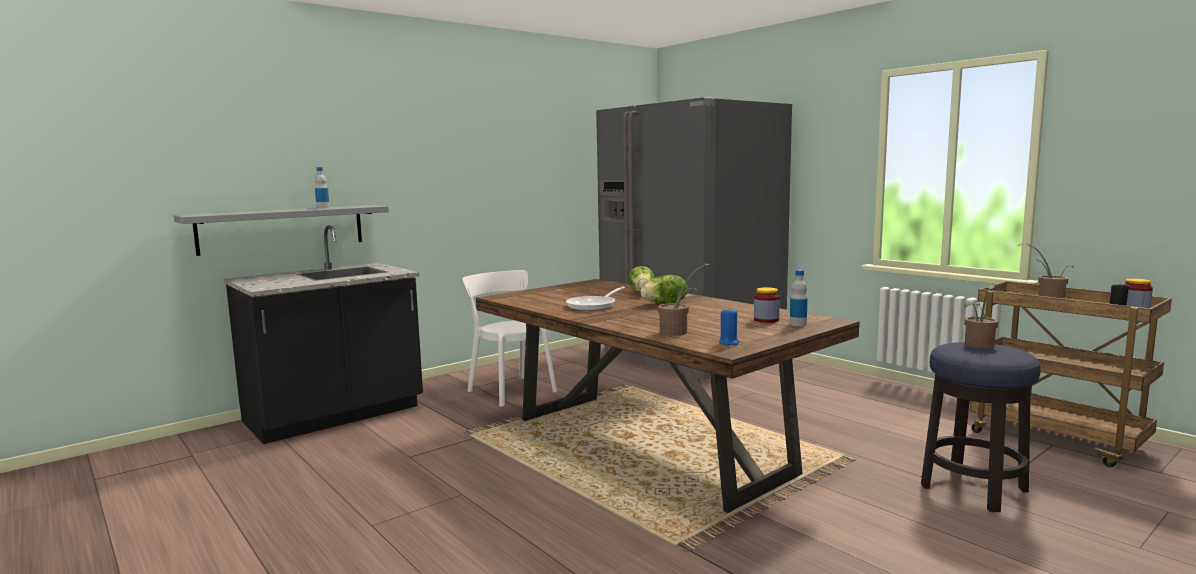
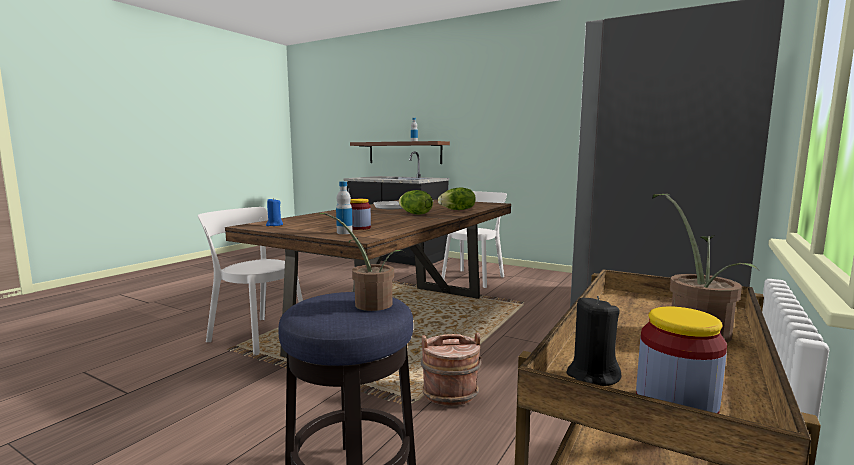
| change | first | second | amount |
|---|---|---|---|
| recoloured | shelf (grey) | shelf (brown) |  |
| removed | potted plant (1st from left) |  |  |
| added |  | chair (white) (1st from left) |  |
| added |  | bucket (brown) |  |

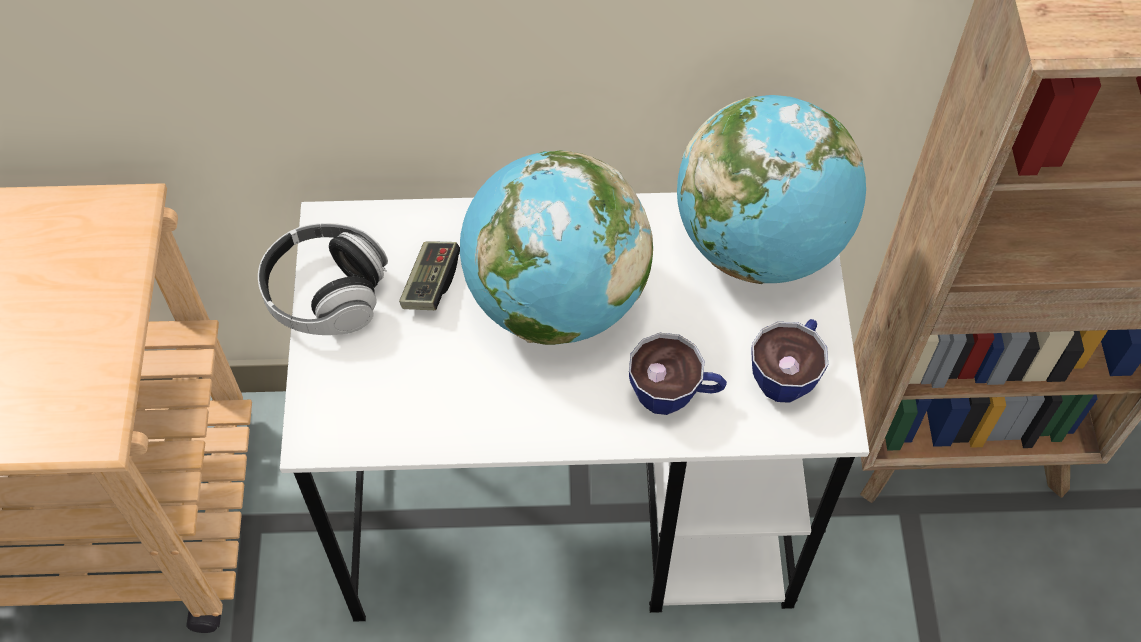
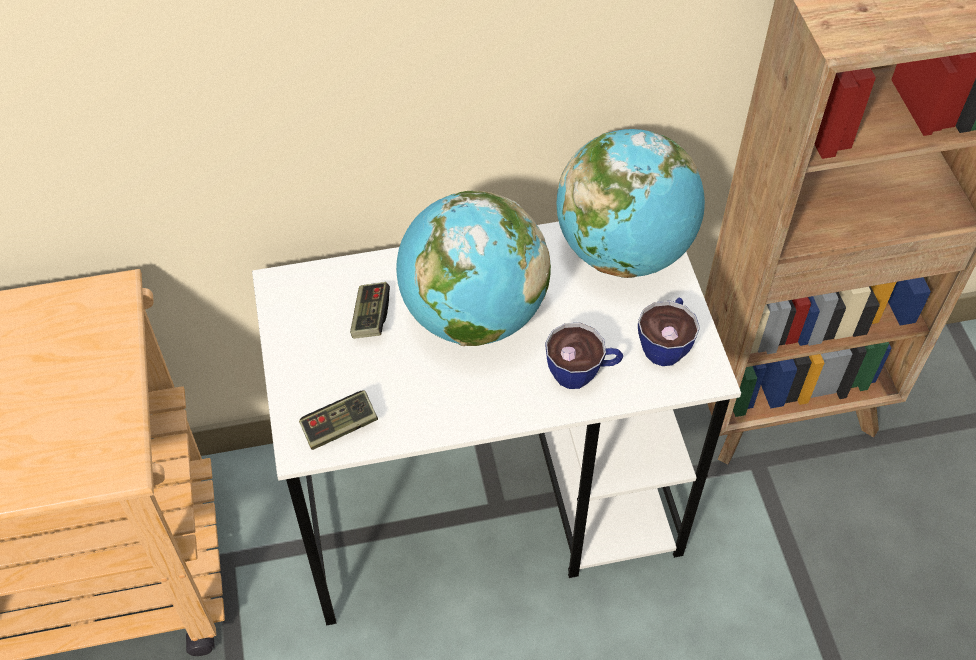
| change | first | second | amount |
|---|---|---|---|
| removed | headphones |  |  |
| added |  | game controller (1st from left) |  |

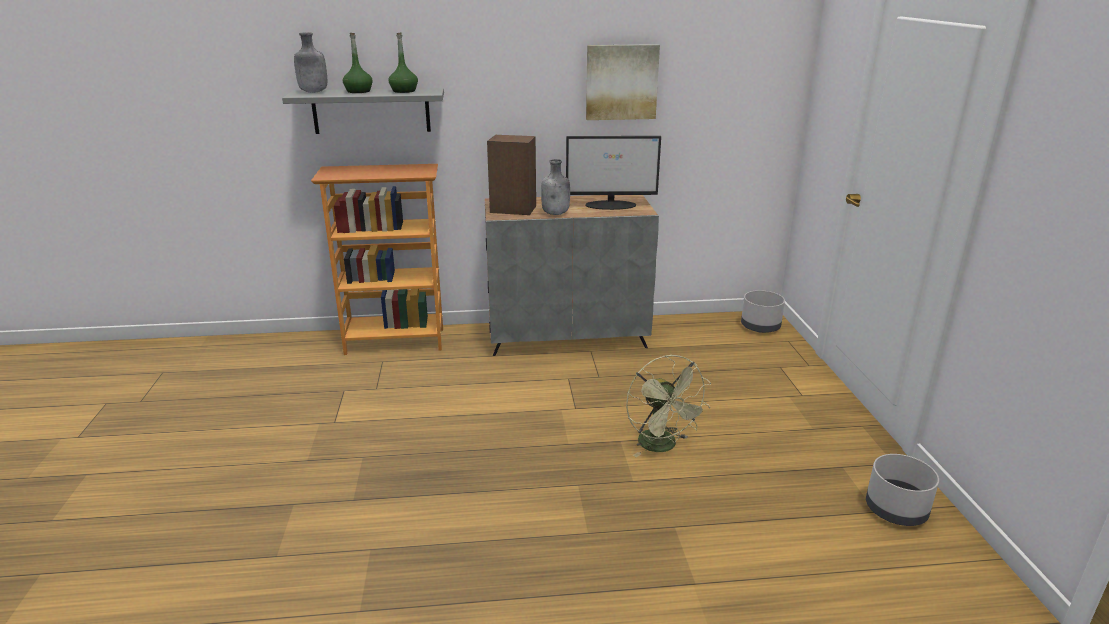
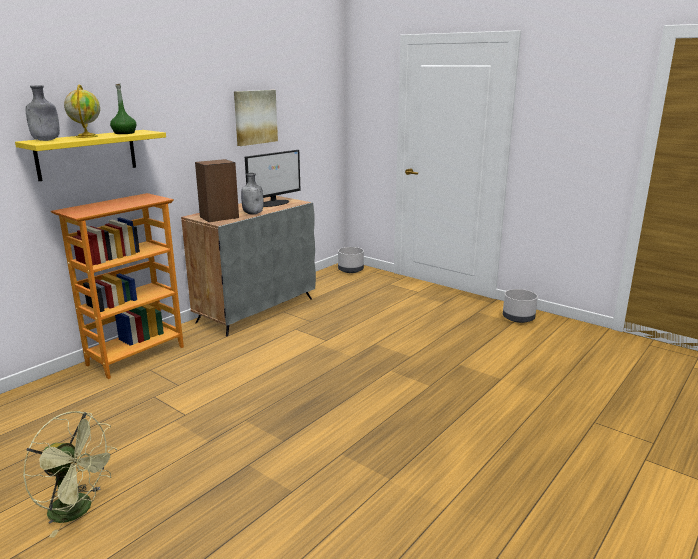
| change | first | second | amount |
|---|---|---|---|
| recoloured | shelf (grey) | shelf (yellow) |  |
| replaced | bottle (green) (1st from left) | globe |  |
| moved | fan (green) |  |  |

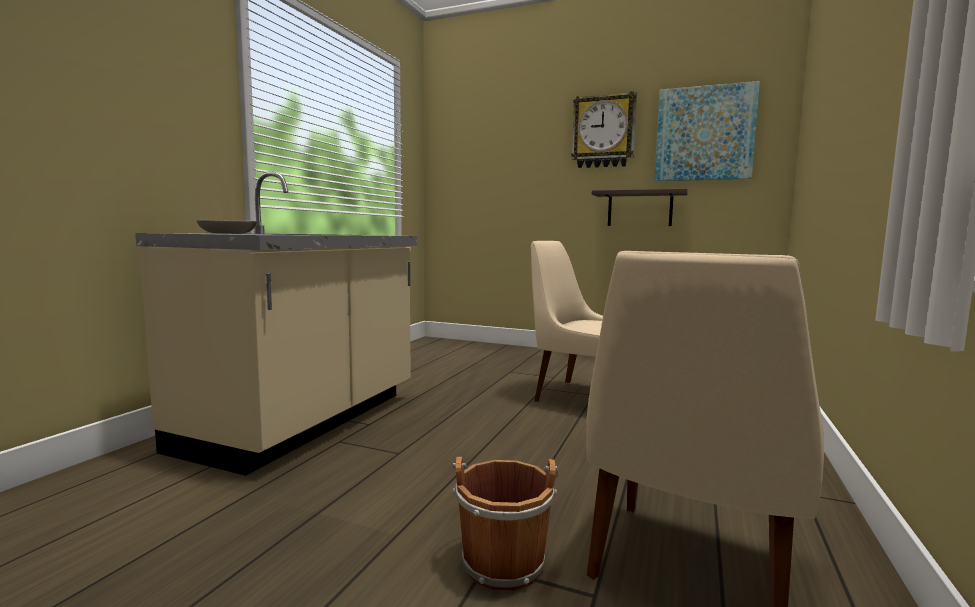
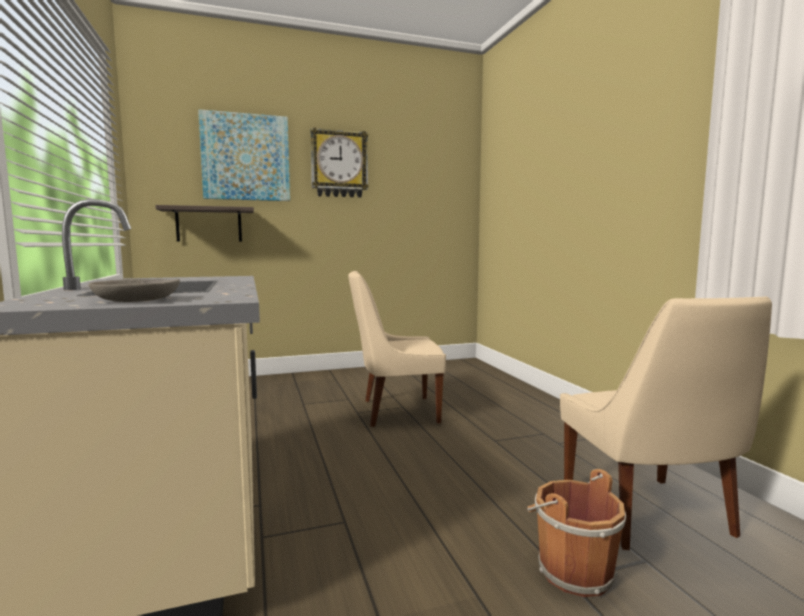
| change | first | second | amount |
|---|---|---|---|
| moved | shelf |  |  |
| moved | picture |  |  |

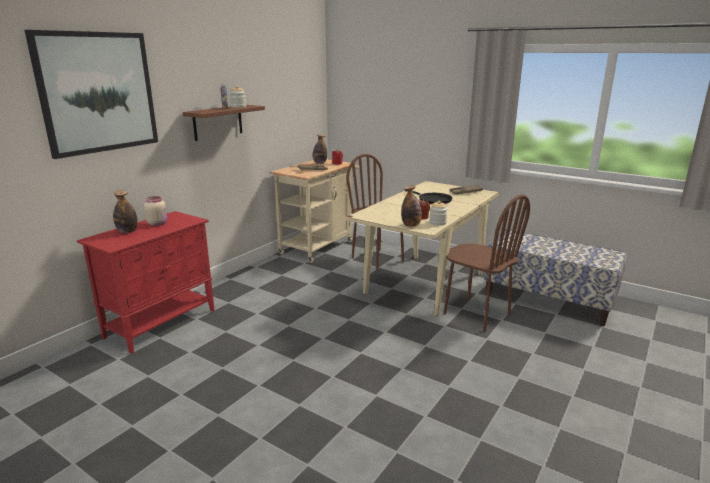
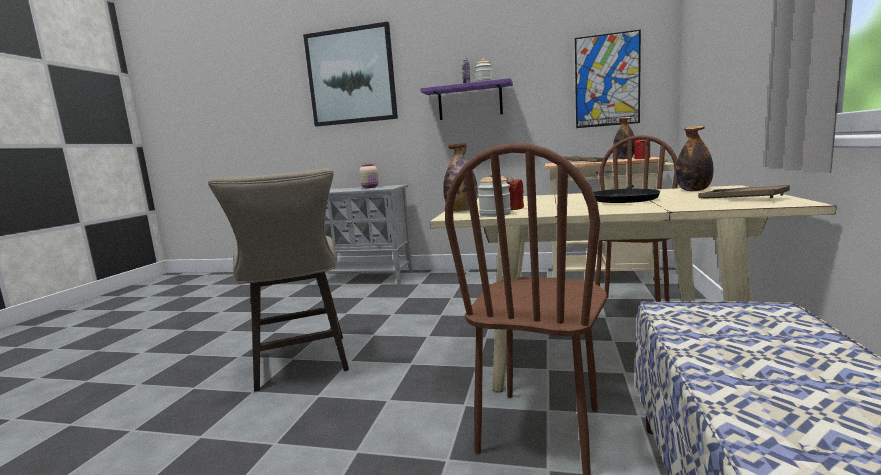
| change | first | second | amount |
|---|---|---|---|
| recoloured | cabinet (red) | cabinet (grey) |  |
| moved | bottle (1st from left in the first image) | bottle (4th from left) |  |
| recoloured | shelf (brown) | shelf (purple) |  |
| added |  | stool (beige) |  |
| added |  | picture (2nd from left) |  |

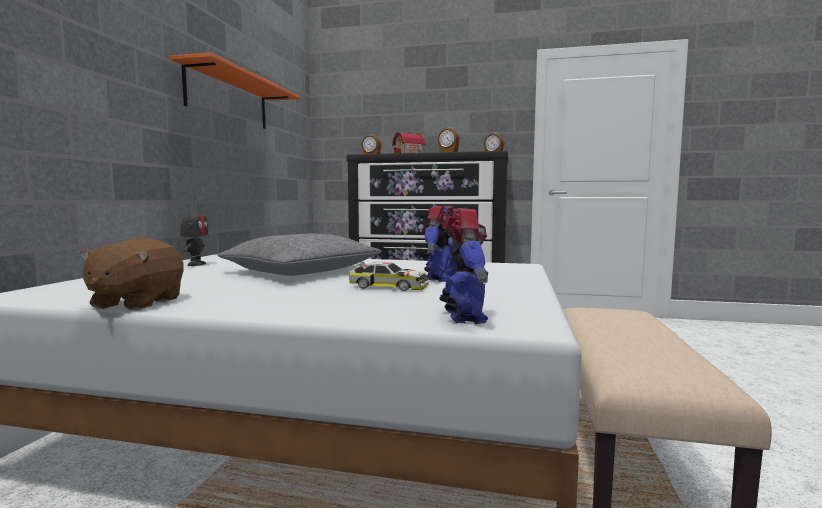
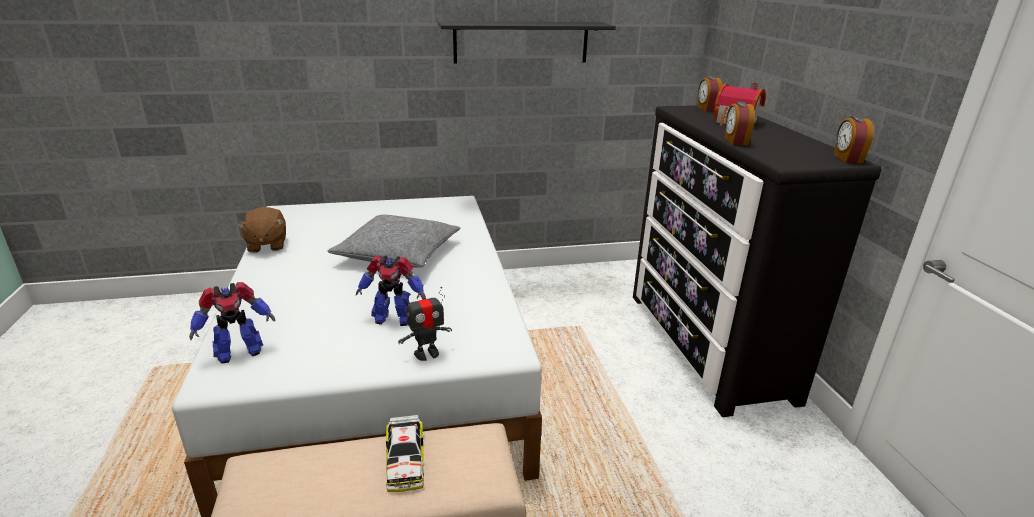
| change | first | second | amount |
|---|---|---|---|
| turned | plush toy (brown) |  | 90 degrees counterclockwise |
| recoloured | shelf (orange) | shelf (black) |  |
| moved | toy robot (1st from left in the first image) | toy robot (3rd from left) |  |
| moved | toy car |  |  |

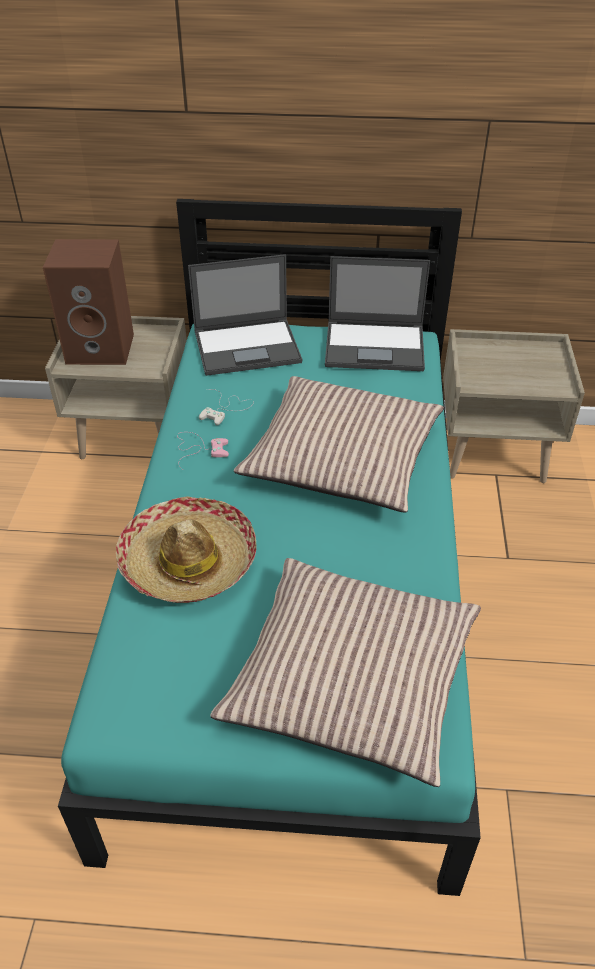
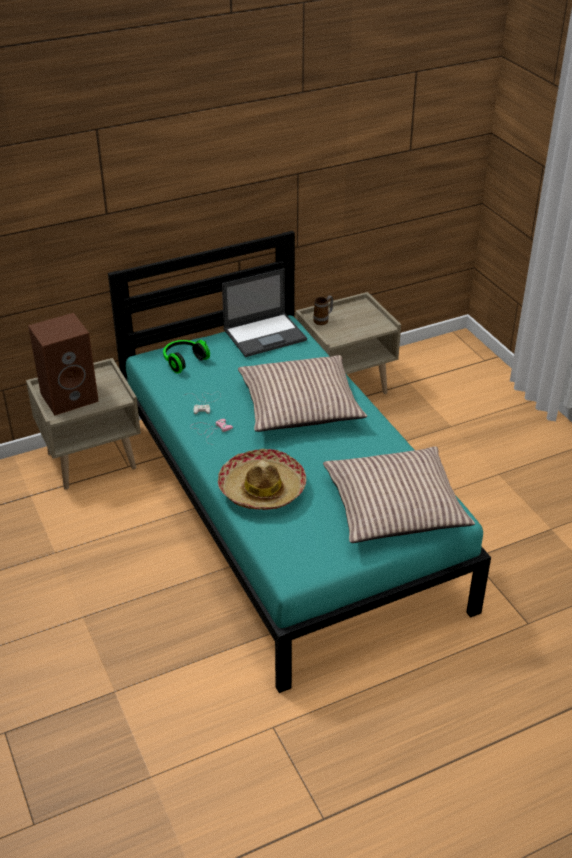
| change | first | second | amount |
|---|---|---|---|
| replaced | laptop (1st from left) | headphones |  |
| added |  | mug |  |

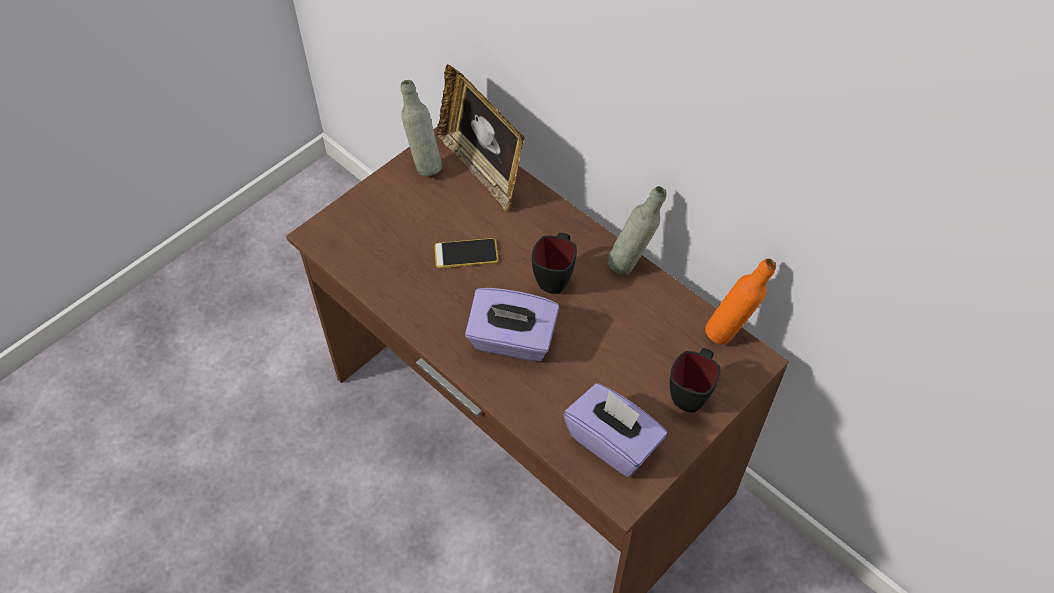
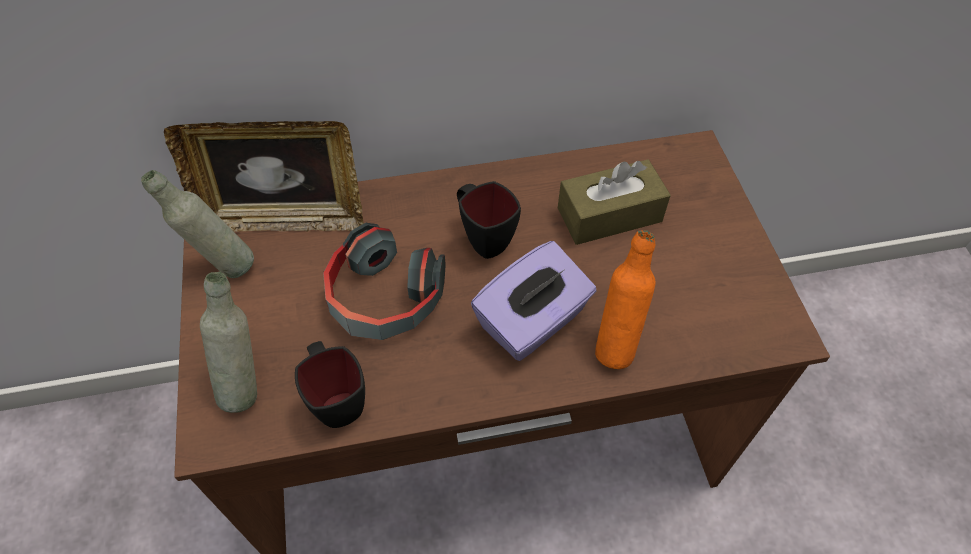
| change | first | second | amount |
|---|---|---|---|
| replaced | phone | headphones |  |
| removed | tissue box (purple) (2nd from left) |  |  |
| moved | bottle (grey) (2nd from left) |  |  |
| moved | mug (black) (2nd from left in the first image) | mug (black) (1st from left) |  |
| moved | bottle (orange) |  |  |
| added |  | tissue box (brown) |  |

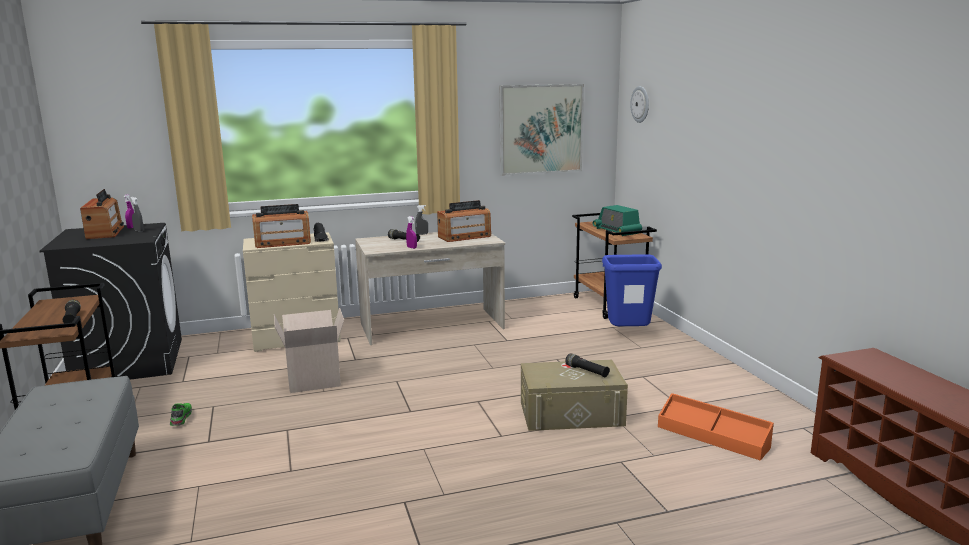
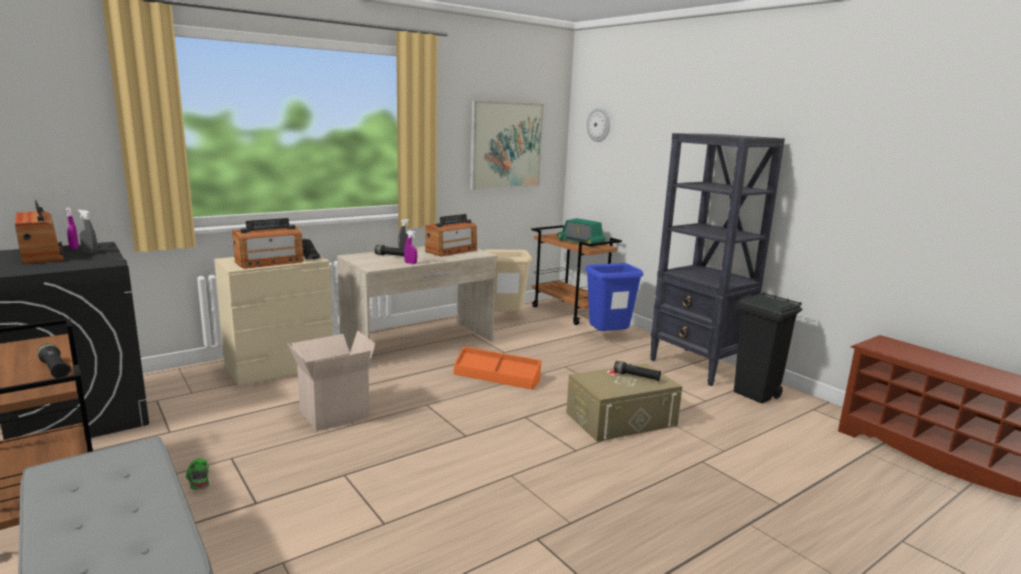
| change | first | second | amount |
|---|---|---|---|
| moved | storage box (orange) |  |  |
| added |  | trash can (beige) |  |
| added |  | bookcase (black) |  |
| added |  | trash can (black) |  |

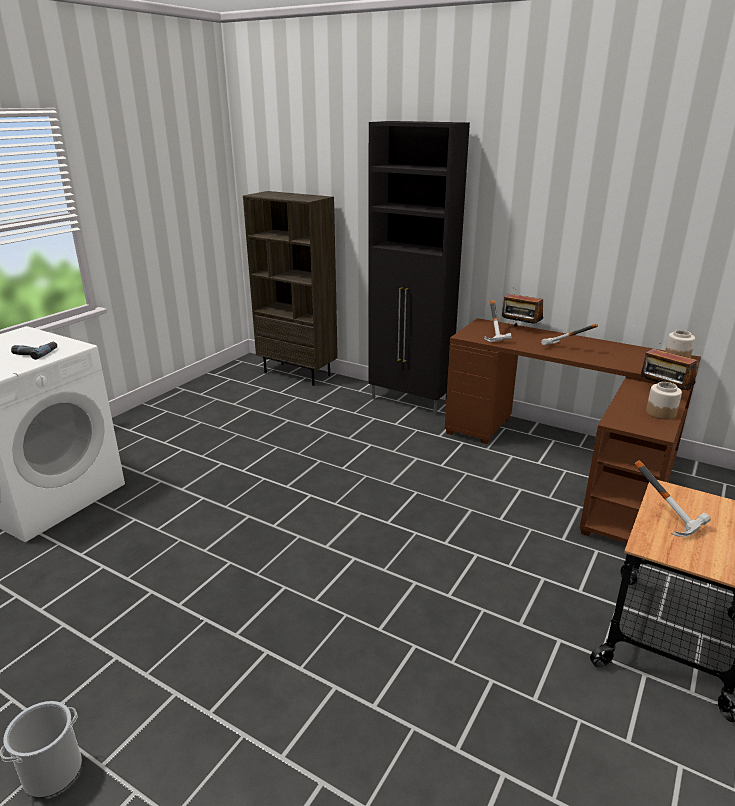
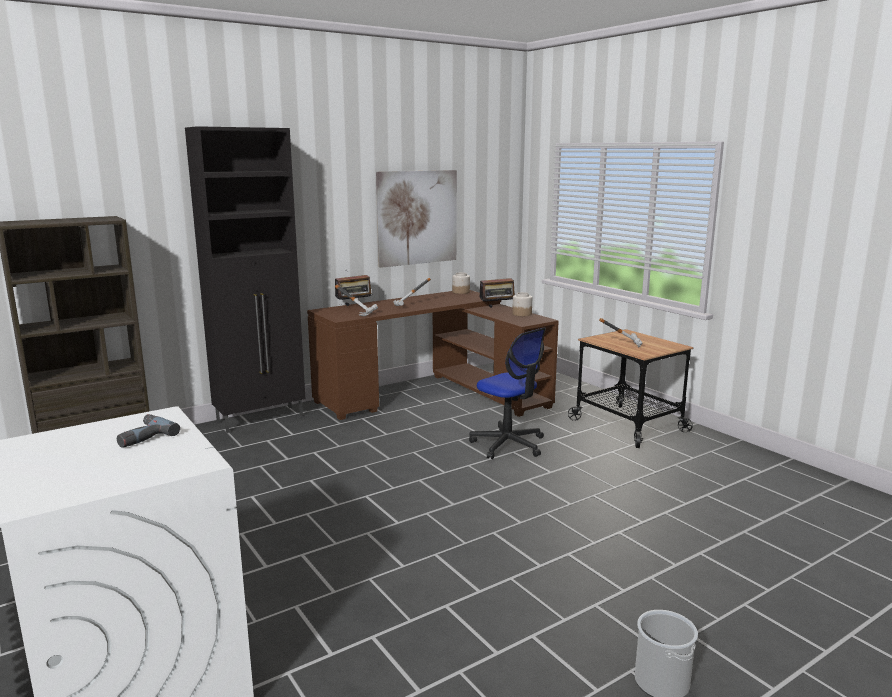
| change | first | second | amount |
|---|---|---|---|
| added |  | picture |  |
| added |  | office chair |  |

